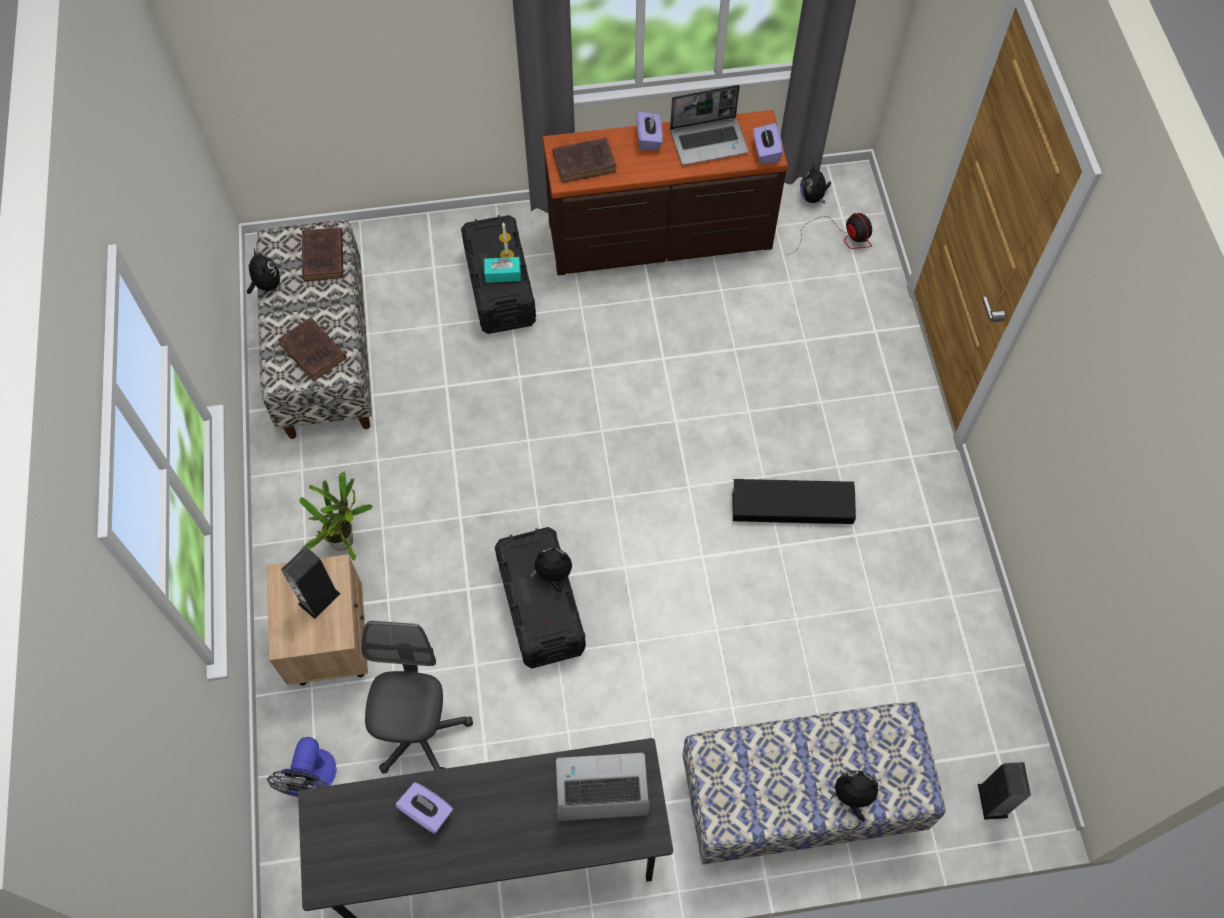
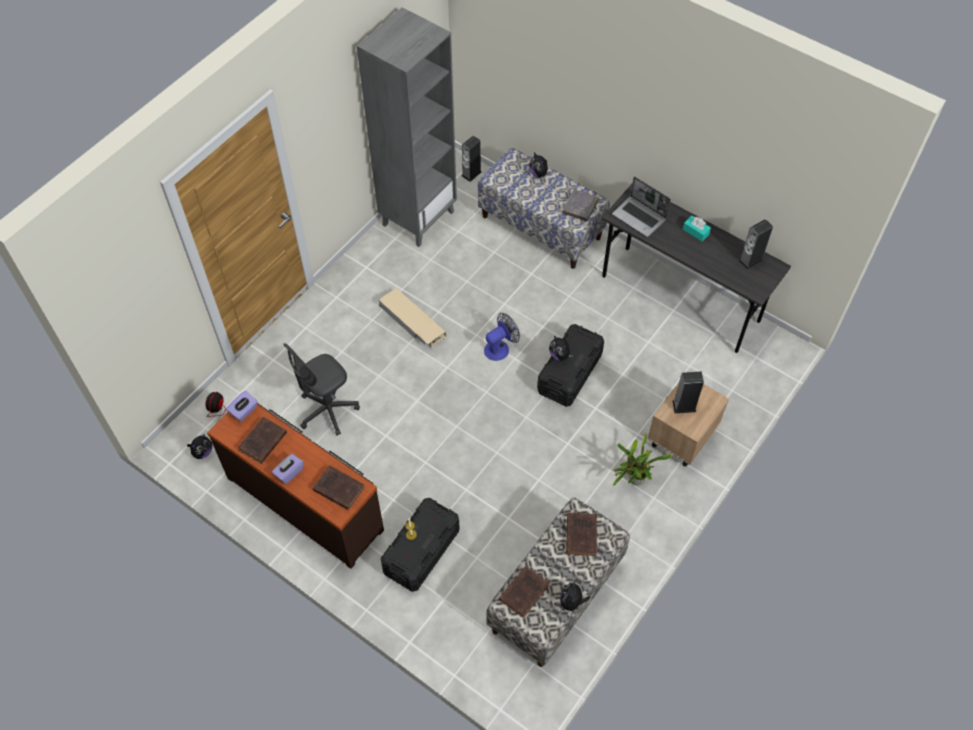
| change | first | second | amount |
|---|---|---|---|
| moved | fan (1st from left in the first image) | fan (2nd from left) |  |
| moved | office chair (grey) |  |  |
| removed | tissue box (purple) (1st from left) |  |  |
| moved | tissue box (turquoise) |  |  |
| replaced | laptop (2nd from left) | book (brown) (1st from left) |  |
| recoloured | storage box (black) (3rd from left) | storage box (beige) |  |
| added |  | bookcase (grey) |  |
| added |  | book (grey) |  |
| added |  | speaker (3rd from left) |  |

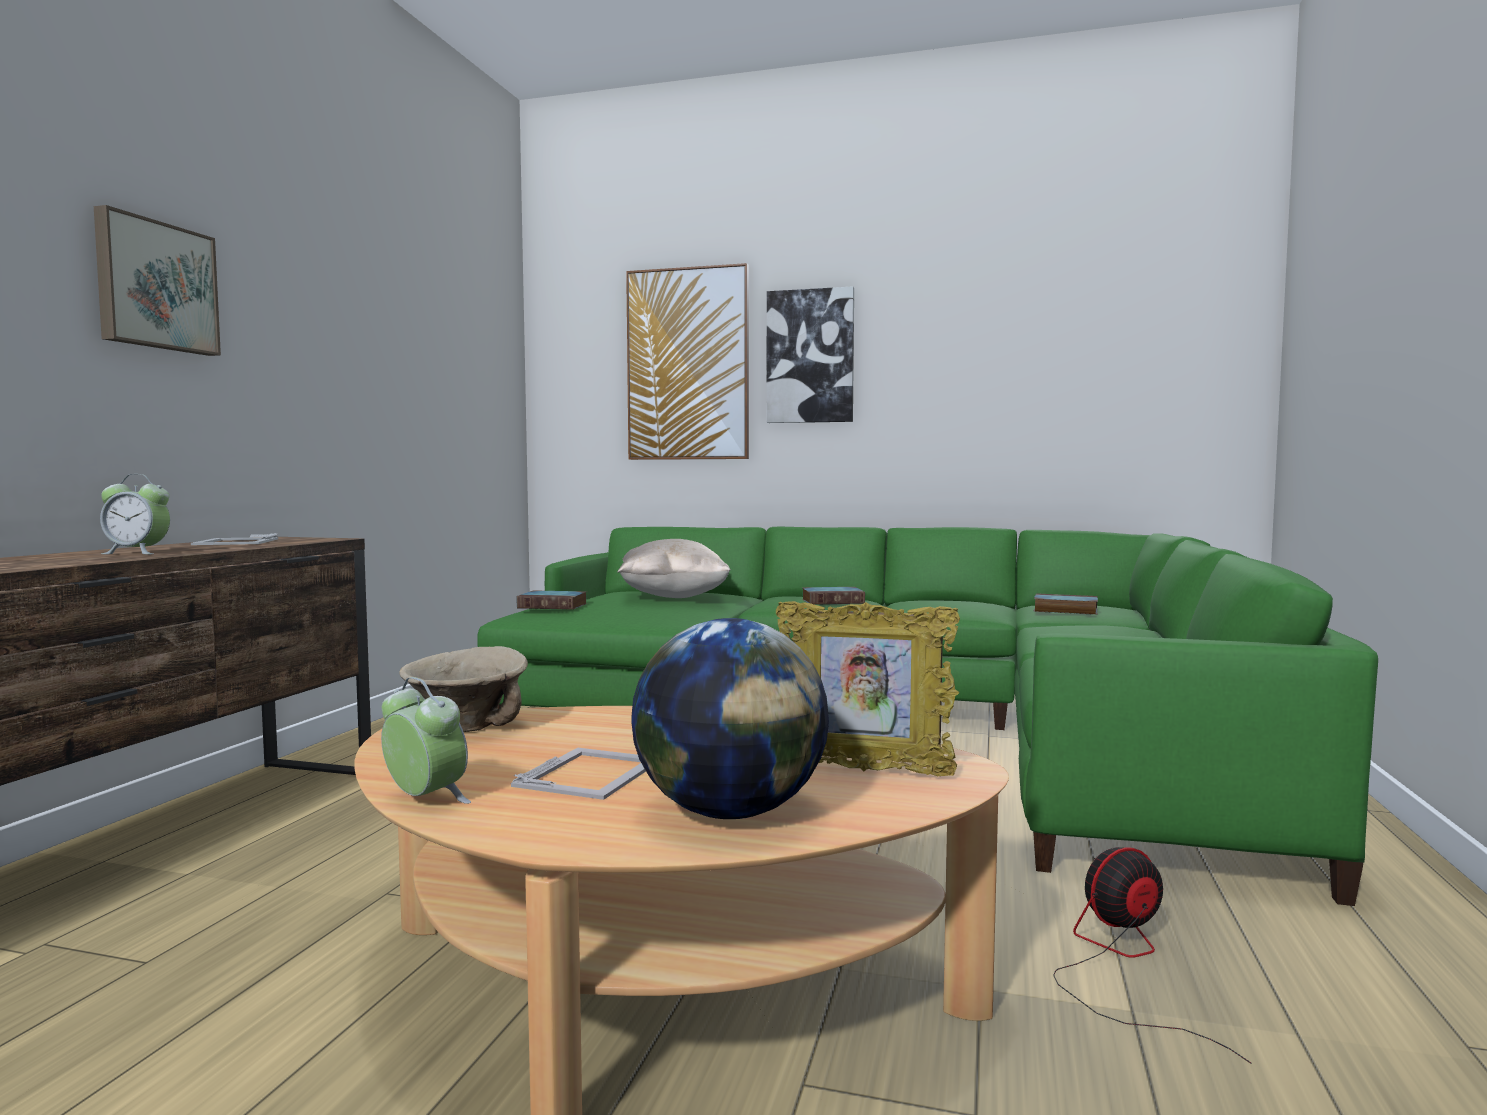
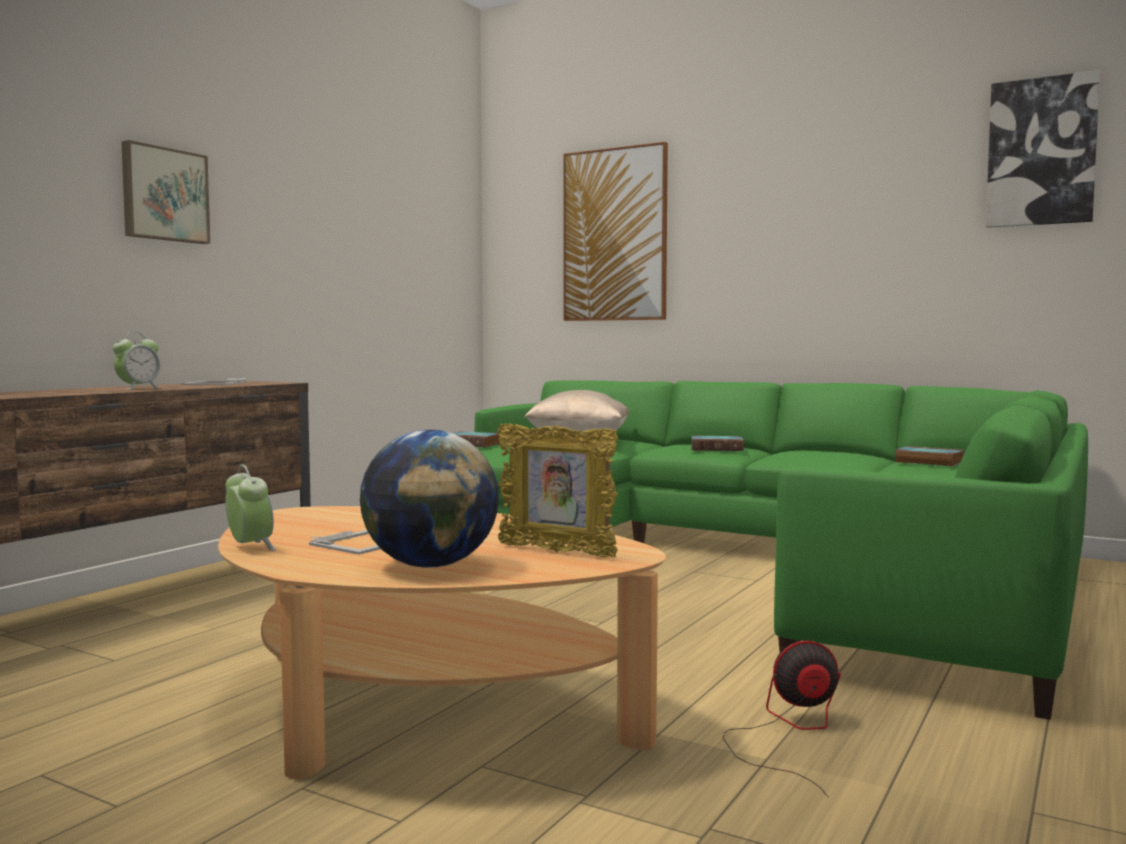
| change | first | second | amount |
|---|---|---|---|
| turned | alarm clock (1st from left) |  | 75 degrees counterclockwise |
| removed | bowl (beige) |  |  |
| moved | picture (3rd from left) |  |  |

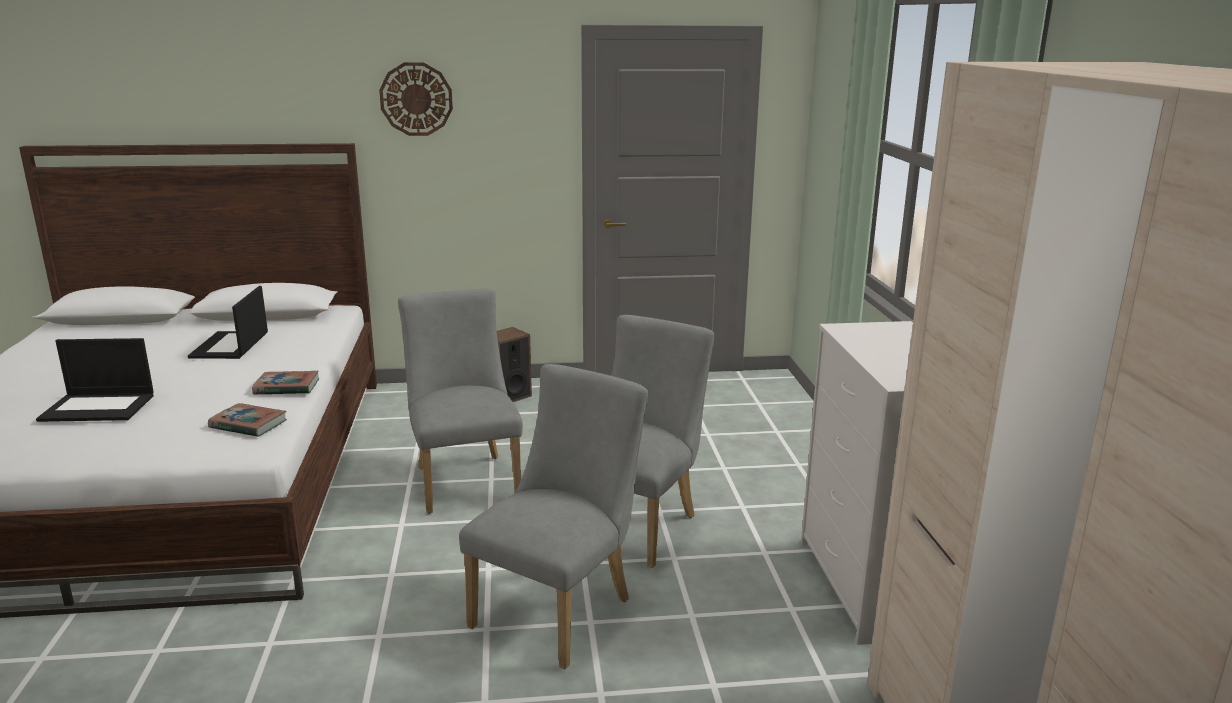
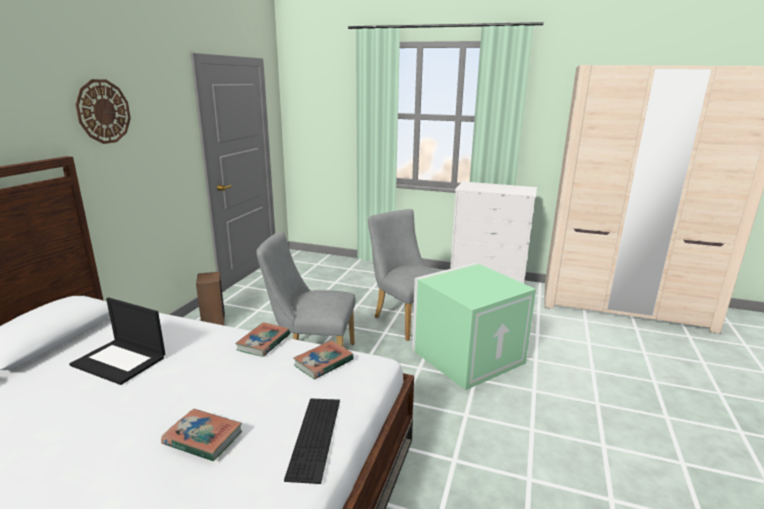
| change | first | second | amount |
|---|---|---|---|
| replaced | laptop (1st from left) | book (1st from left) |  |
| replaced | chair (grey) (2nd from left) | storage box (green) |  |
| added |  | keyboard |  |

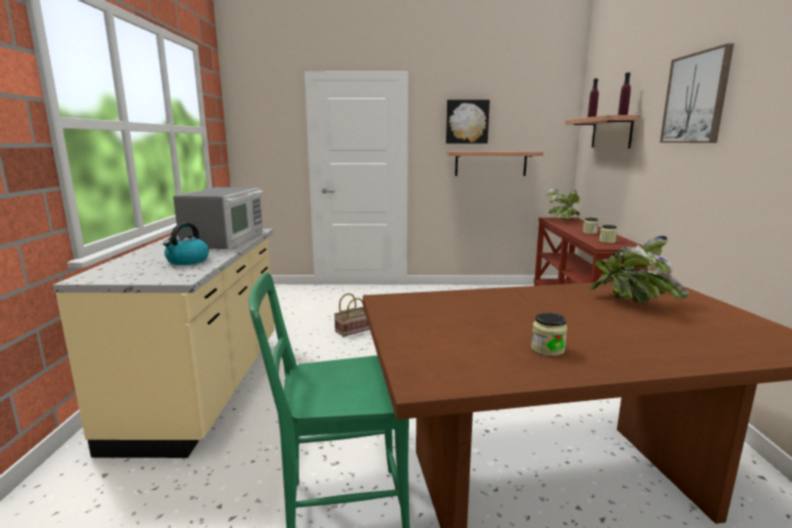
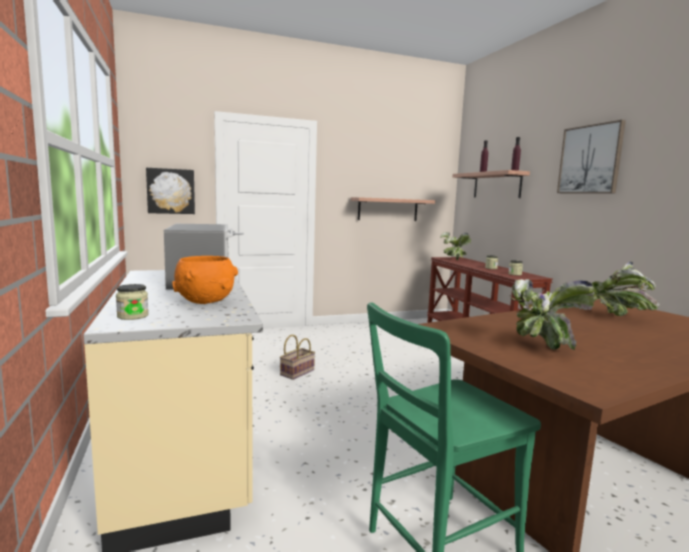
| change | first | second | amount |
|---|---|---|---|
| replaced | kettle | bowl (orange) |  |
| moved | picture (1st from left) |  |  |
| moved | jar (1st from left) |  |  |
| added |  | potted plant (2nd from left) |  |

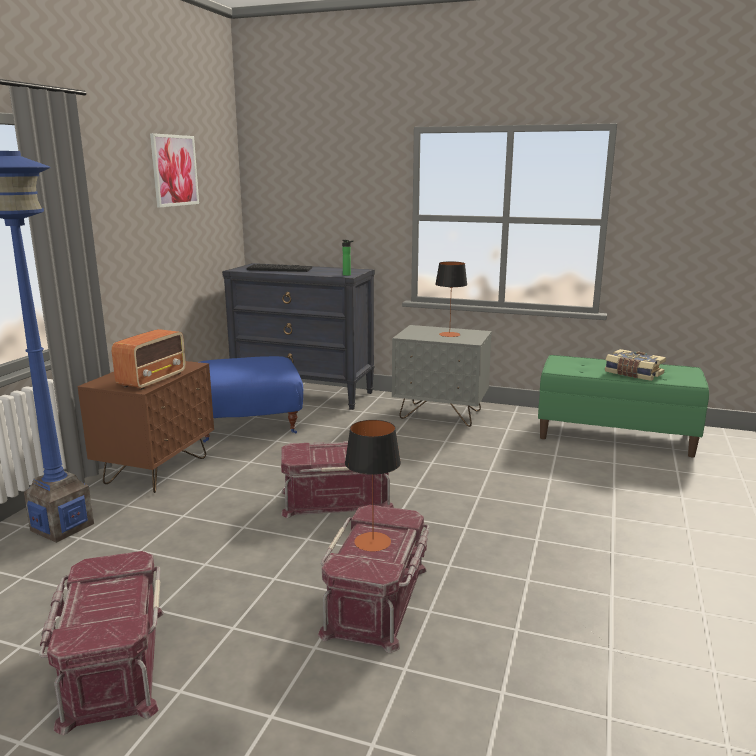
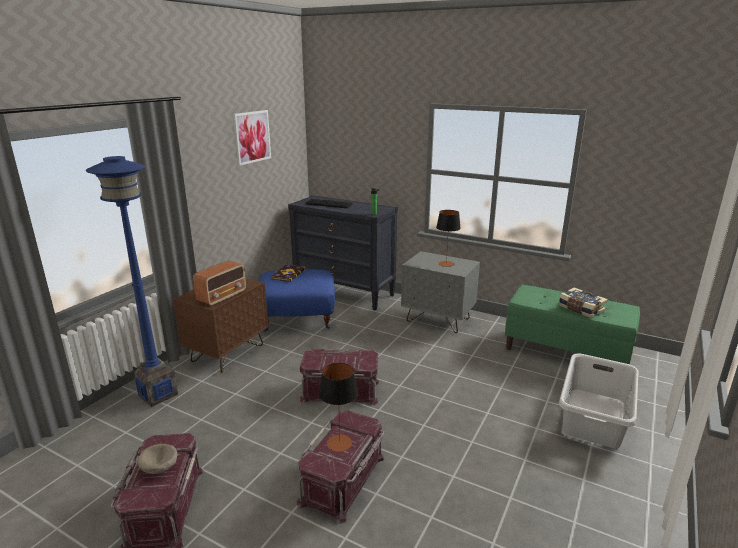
| change | first | second | amount |
|---|---|---|---|
| added |  | bowl (beige) |  |
| added |  | book (1st from left) |  |
| added |  | laundry basket (grey) |  |

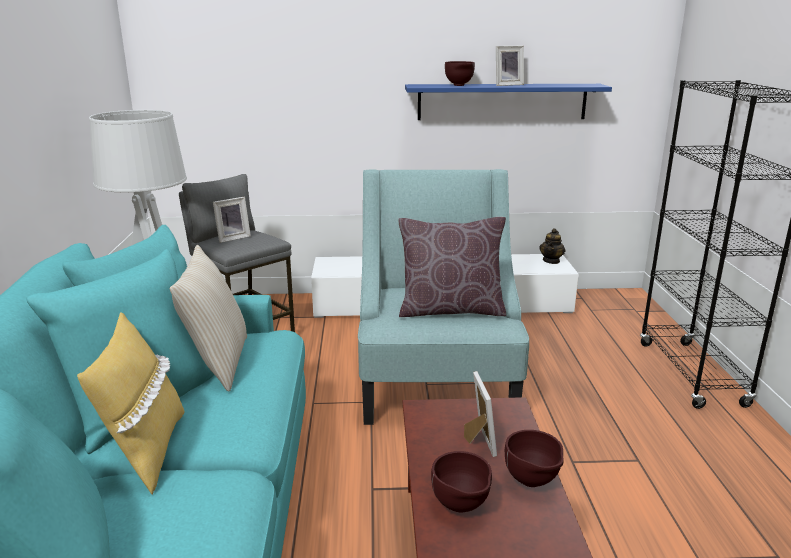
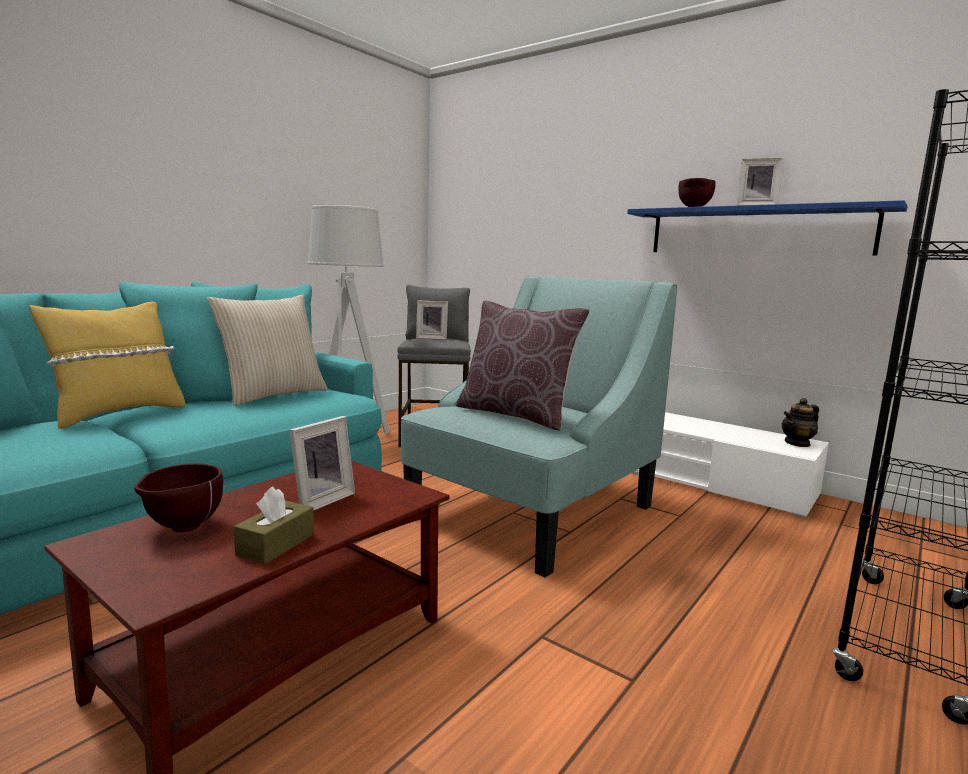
| change | first | second | amount |
|---|---|---|---|
| replaced | bowl (brown) (3rd from left) | tissue box (brown) |  |

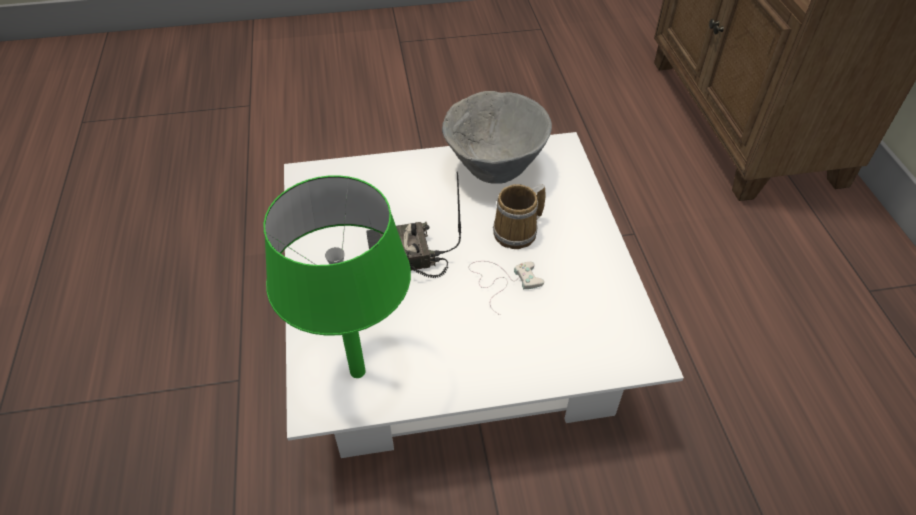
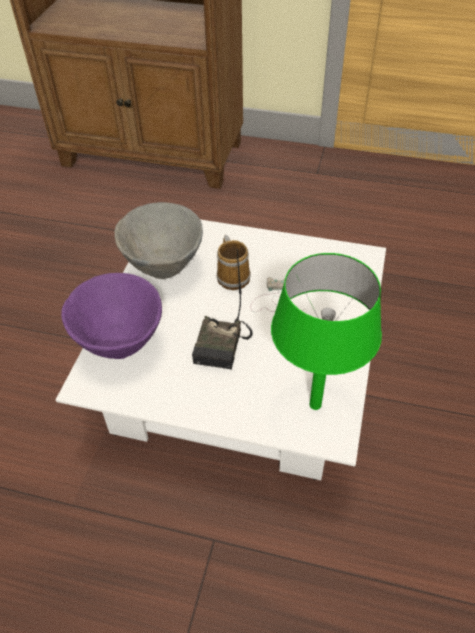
| change | first | second | amount |
|---|---|---|---|
| added |  | bowl (purple) |  |

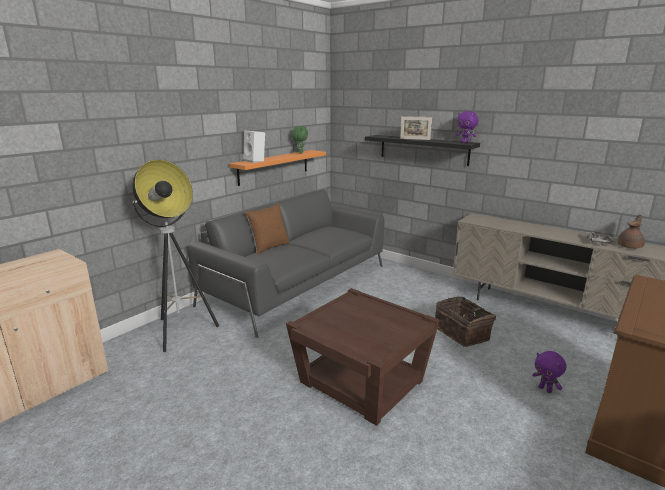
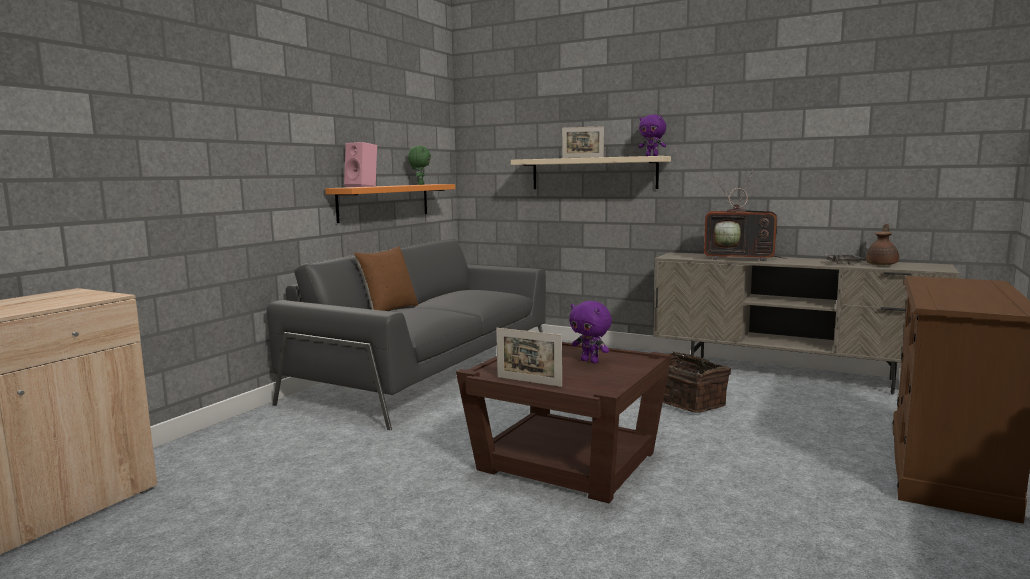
| change | first | second | amount |
|---|---|---|---|
| removed | floor lamp |  |  |
| recoloured | speaker (white) | speaker (pink) |  |
| recoloured | shelf (black) | shelf (beige) |  |
| moved | plush toy (purple) (2nd from left in the first image) | plush toy (purple) (1st from left) |  |
| added |  | picture frame (1st from left) |  |
| added |  | television |  |

